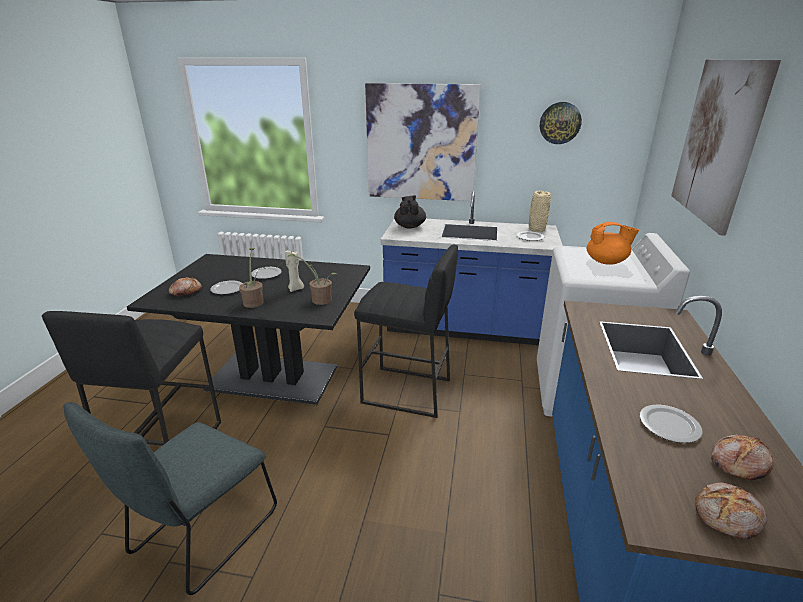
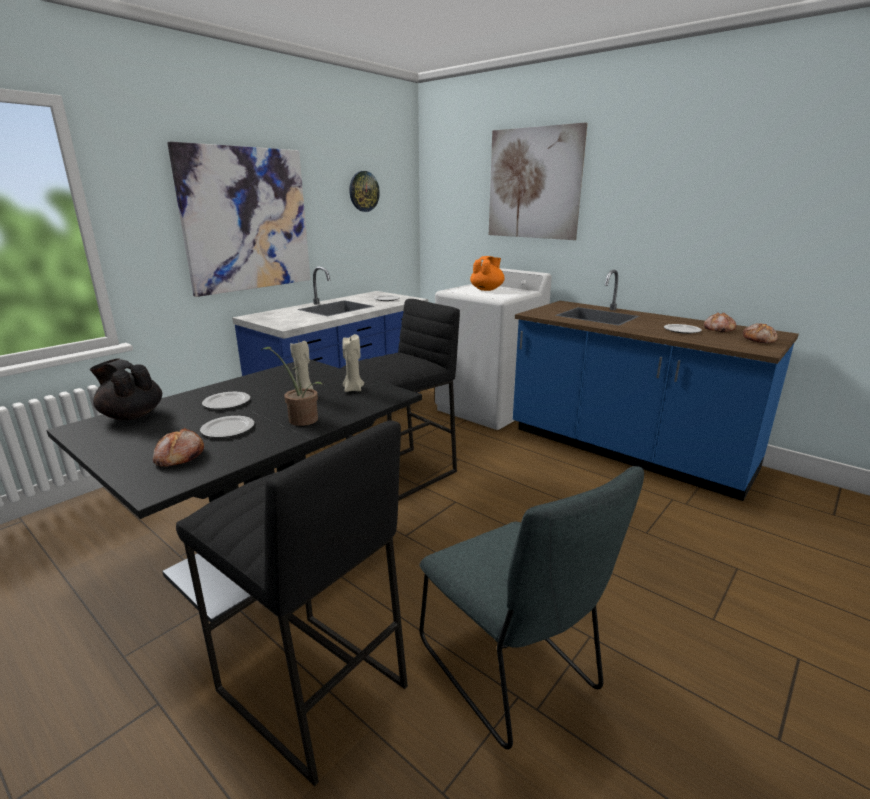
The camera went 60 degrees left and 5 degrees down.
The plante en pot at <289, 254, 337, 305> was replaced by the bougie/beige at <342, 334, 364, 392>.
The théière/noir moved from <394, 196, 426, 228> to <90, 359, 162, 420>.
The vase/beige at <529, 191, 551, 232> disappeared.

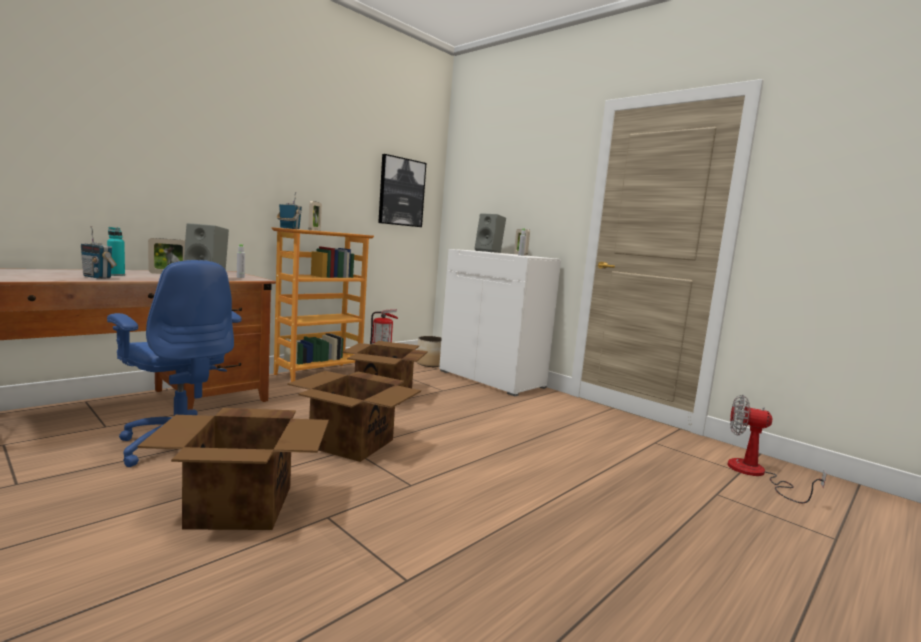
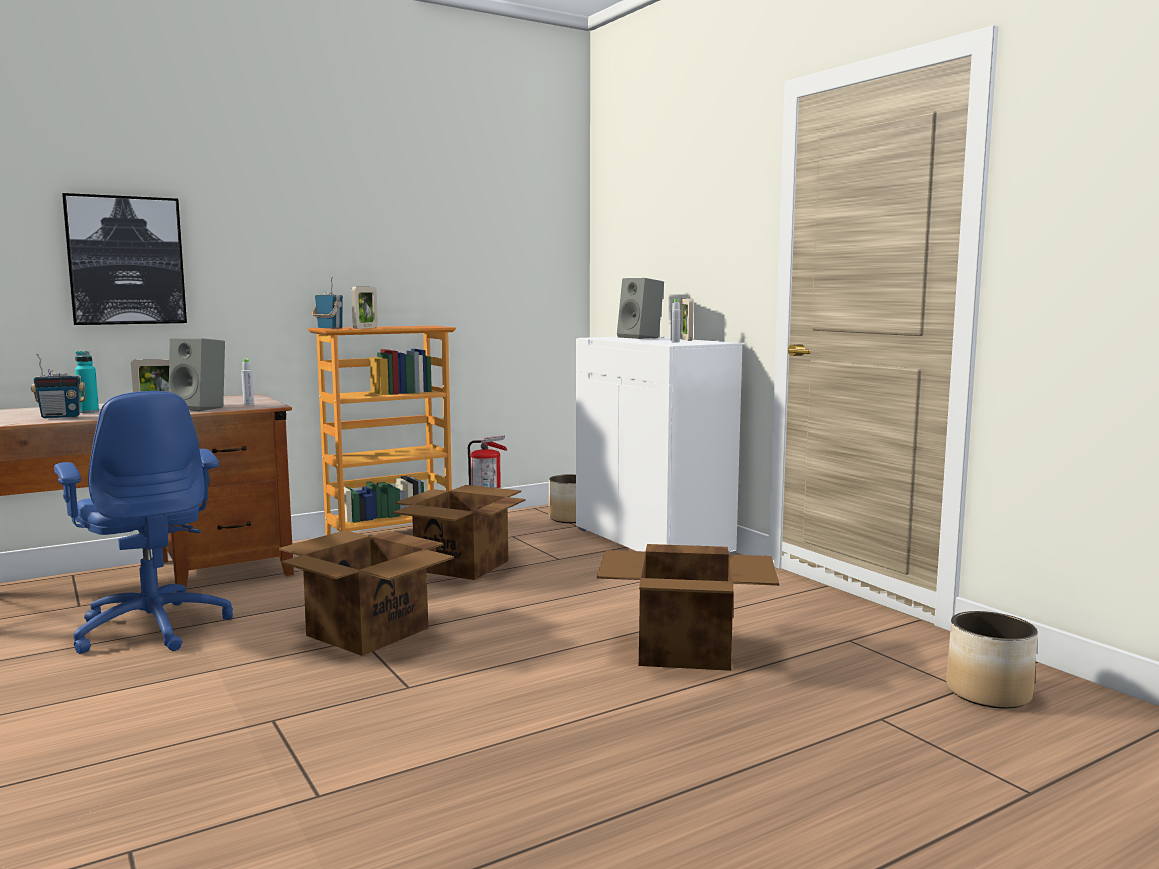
The camera went 15 degrees right and 0 degrees up.
The radio at <81, 226, 117, 279> turned 60 degrees counterclockwise.
The carton moved from <138, 408, 329, 530> to <597, 544, 779, 671>.
The tableau moved from <378, 154, 426, 227> to <62, 193, 187, 325>.
The ventilateur at <728, 395, 827, 503> was replaced by the cache-pot at <946, 611, 1038, 709>.

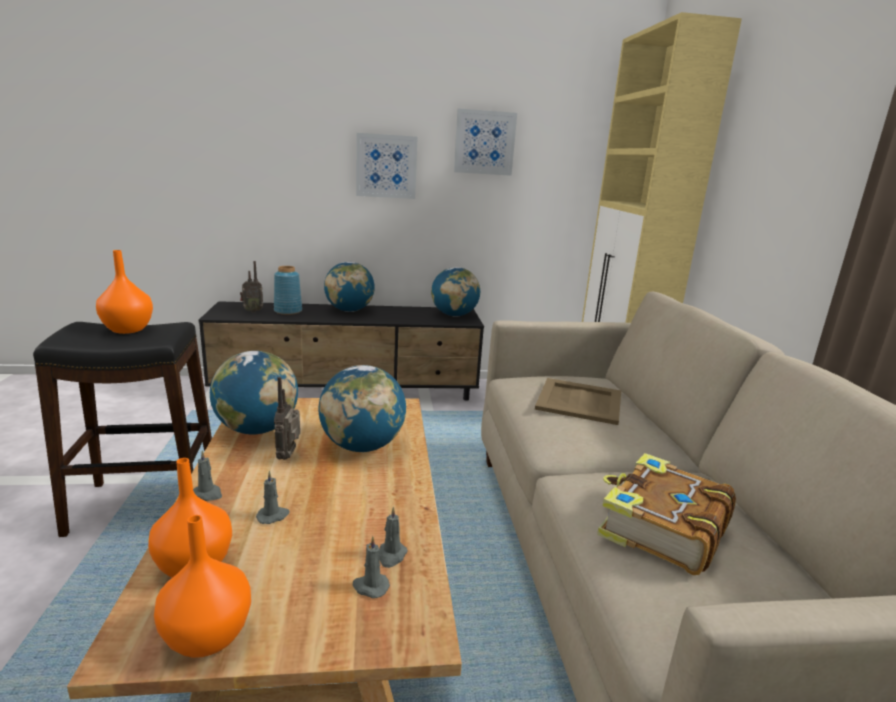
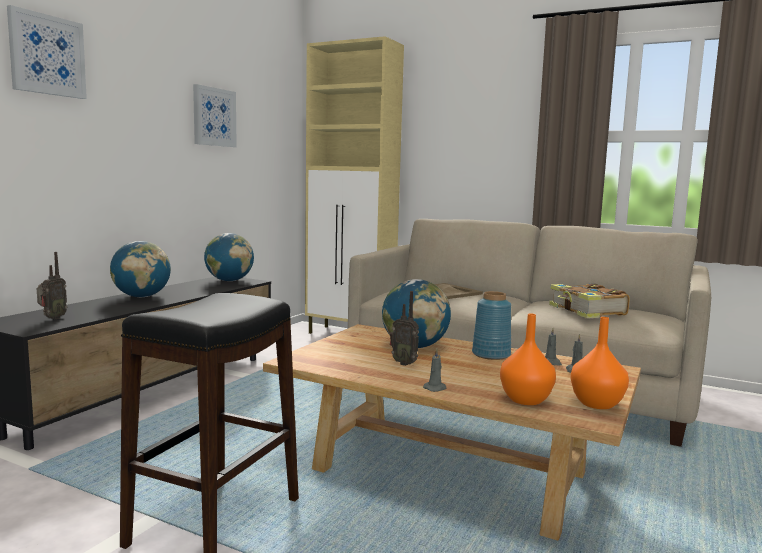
The camera went 55 degrees left and 10 degrees down.
The vase/orange at <96, 250, 153, 334> disappeared.
The globe at <210, 351, 298, 434> disappeared.
The bougie/gris at <256, 471, 290, 524> disappeared.
The vase/bleu moved from <274, 266, 302, 315> to <472, 291, 511, 360>.
The tableau moved from <356, 133, 418, 199> to <7, 5, 87, 99>.

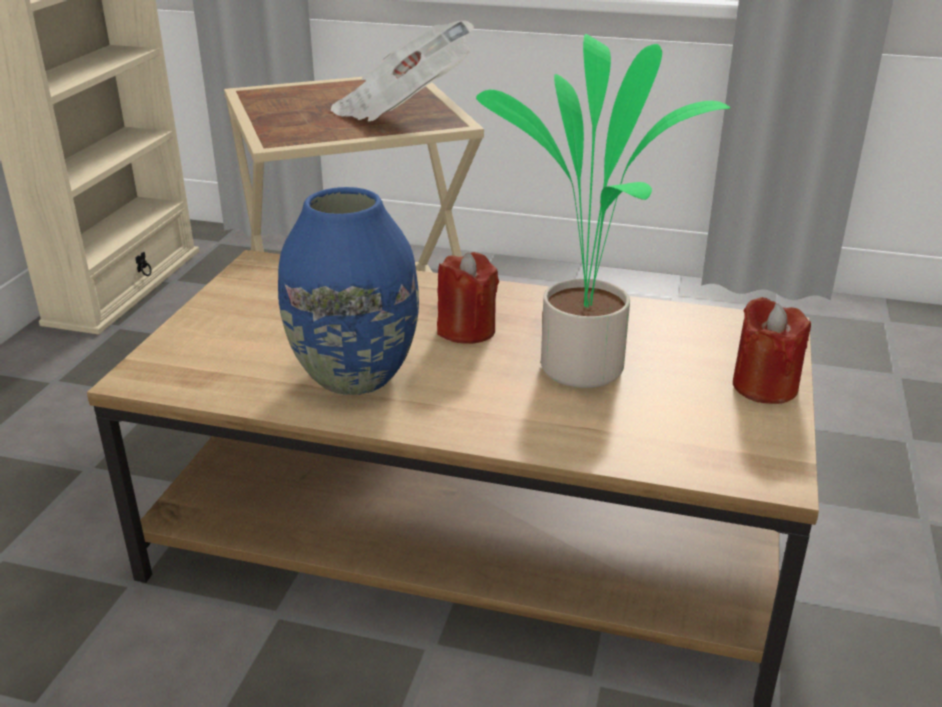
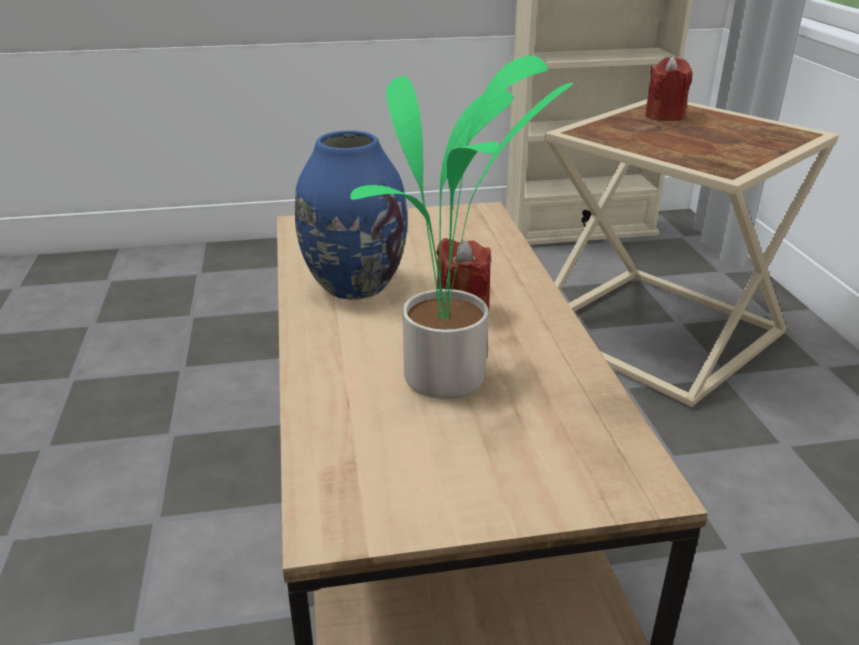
The camera went 65 degrees right and 0 degrees up.
The journal at <331, 21, 475, 122> disappeared.
The bougie/rouge moved from <733, 297, 811, 404> to <645, 56, 693, 121>.

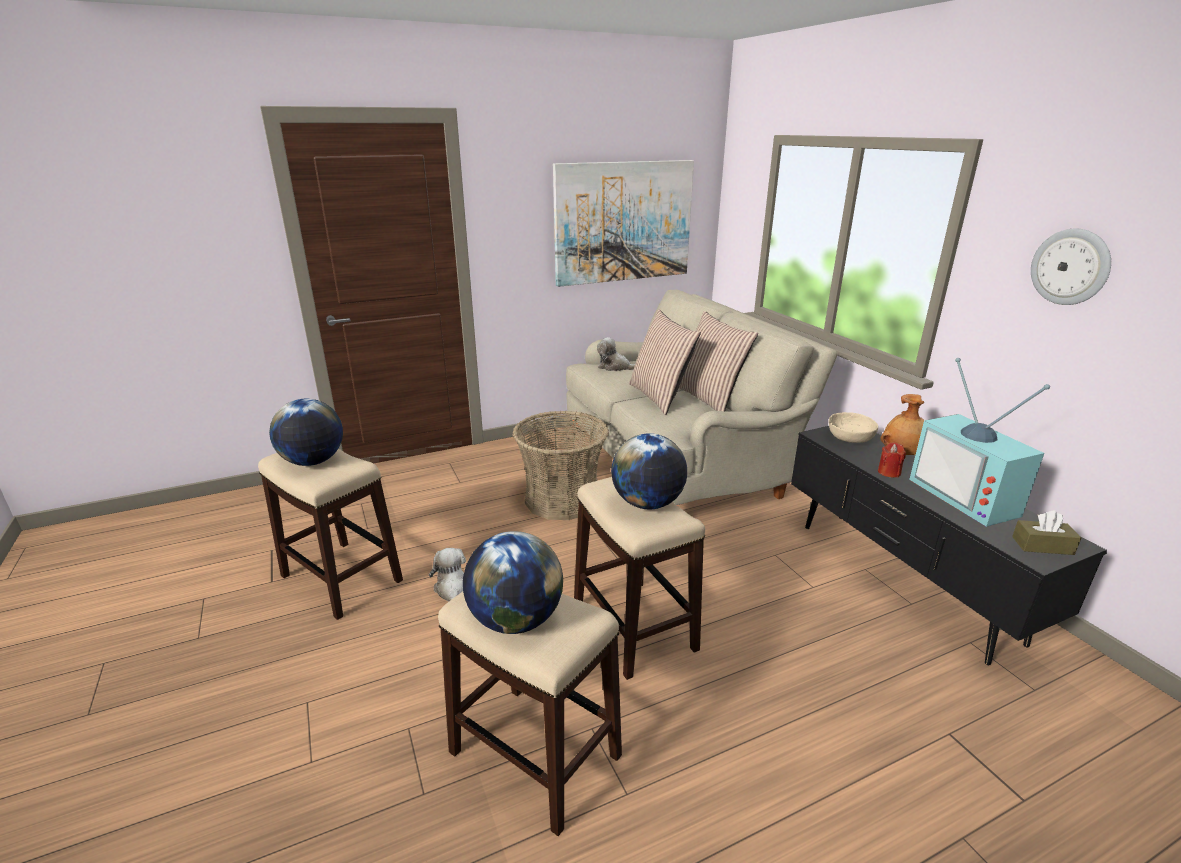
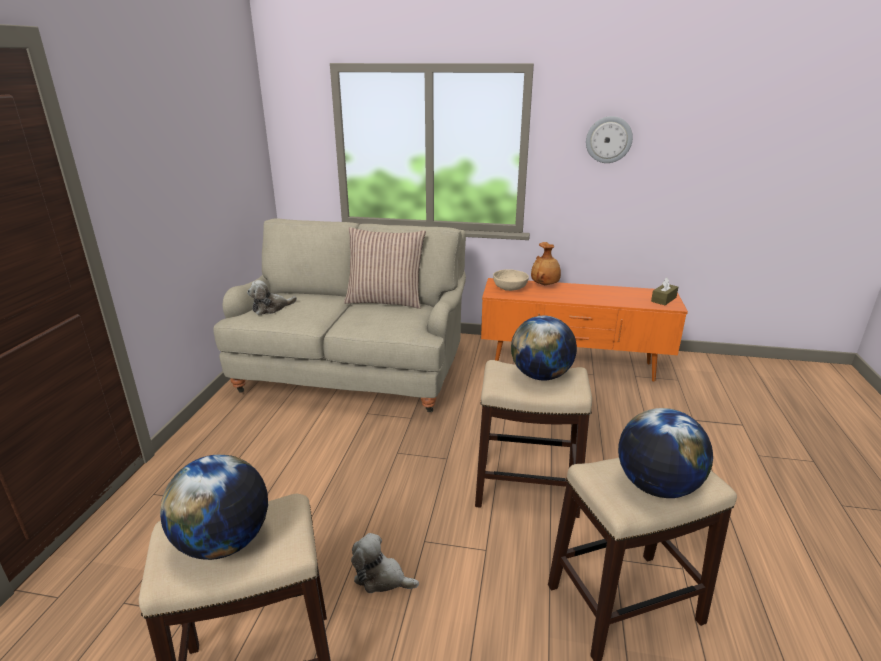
The camera went 55 degrees left and 0 degrees up.
The panier at <513, 411, 609, 520> disappeared.
The tableau at <553, 160, 694, 287> disappeared.
The coussin at <629, 310, 701, 415> disappeared.
The meuble télé/noir at <791, 426, 1107, 665> became the meuble télé/orange at <481, 278, 688, 382>.
The bougie/rouge at <878, 442, 906, 477> disappeared.
The téléviseur at <909, 358, 1050, 527> disappeared.

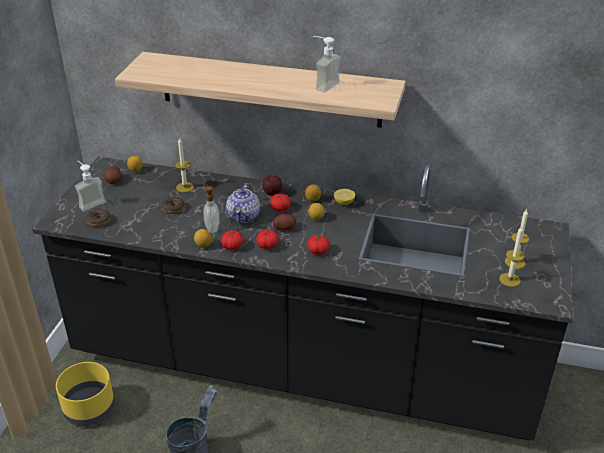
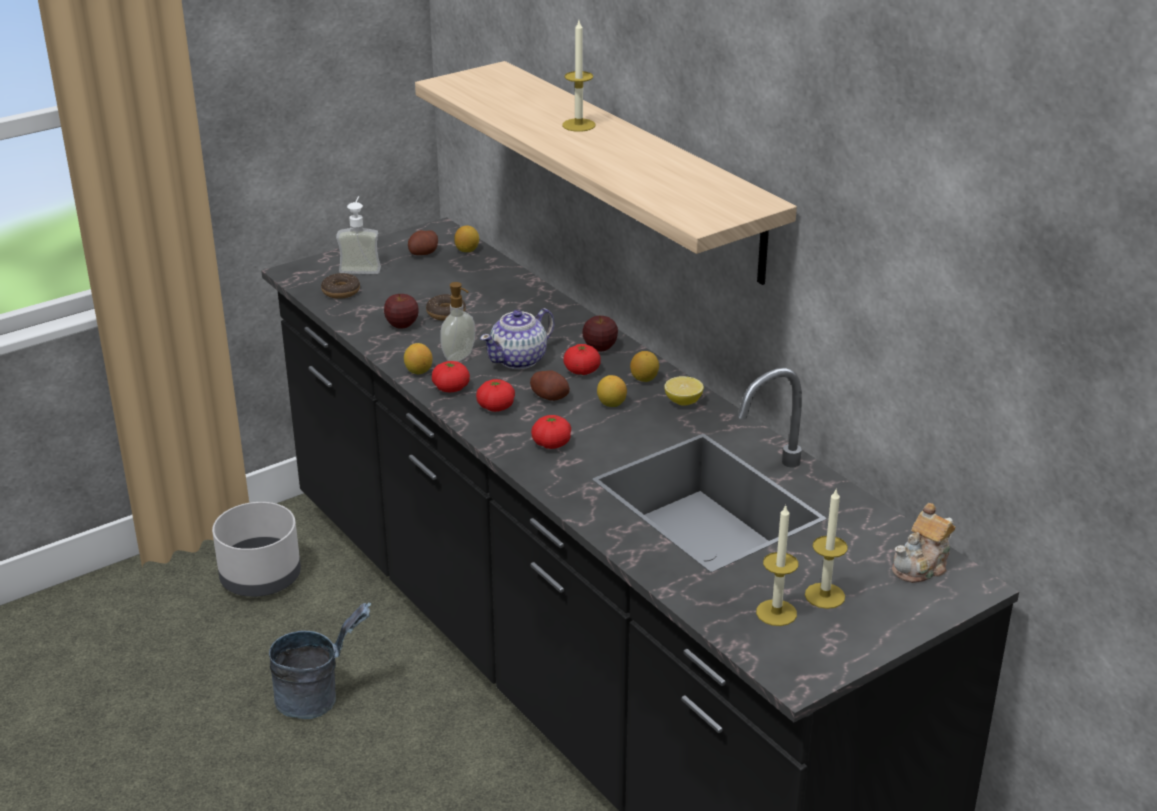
The camera went 40 degrees right and 5 degrees down.
The cache-pot/jaune at <56, 362, 115, 426> became the cache-pot/gris at <212, 502, 301, 597>.
The bougie moved from <175, 137, 194, 192> to <562, 21, 595, 132>.
The distributeur de savon at <313, 36, 340, 92> disappeared.
The pomme at <384, 294, 419, 329> appeared.
The théière at <892, 503, 955, 583> appeared.

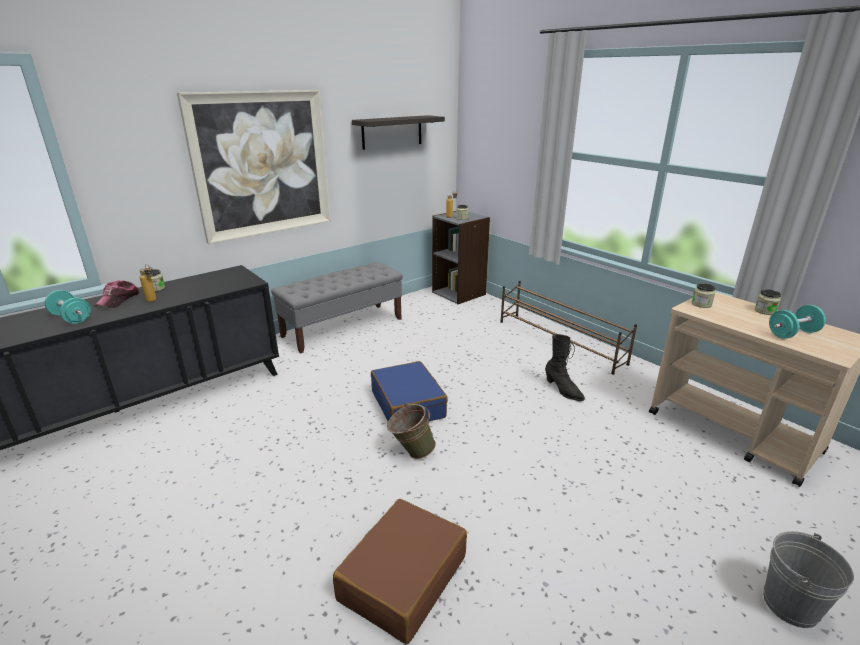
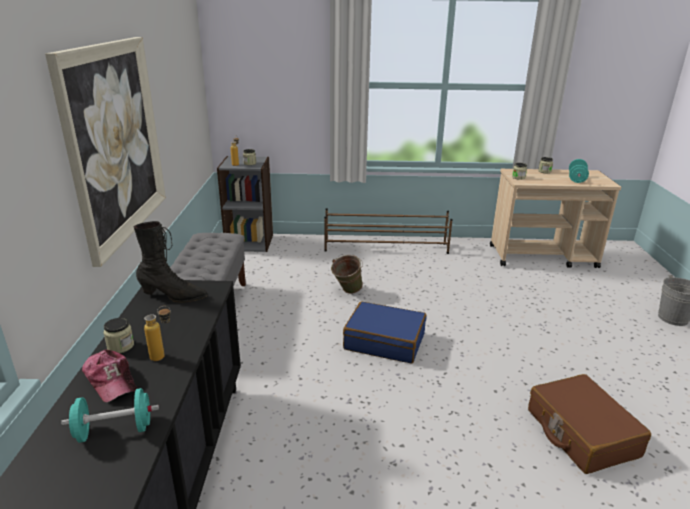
The camera went 50 degrees left and 0 degrees up.
The étagère at <352, 115, 445, 150> disappeared.
The seau/vert moved from <387, 403, 436, 459> to <331, 255, 363, 294>.
The botte/noir moved from <545, 334, 585, 401> to <134, 221, 208, 303>.

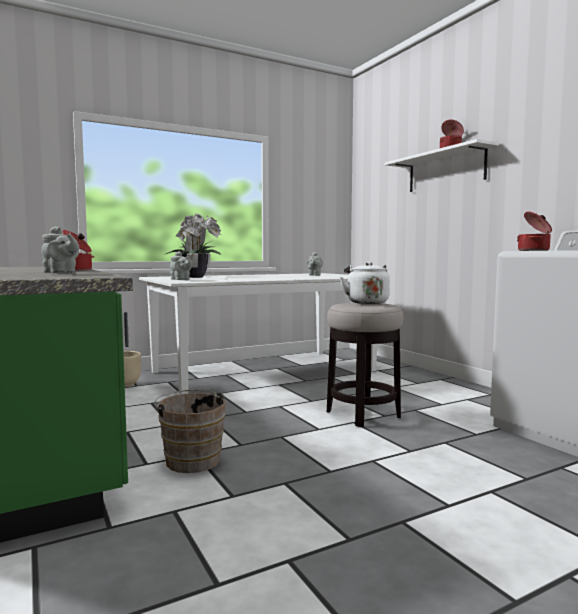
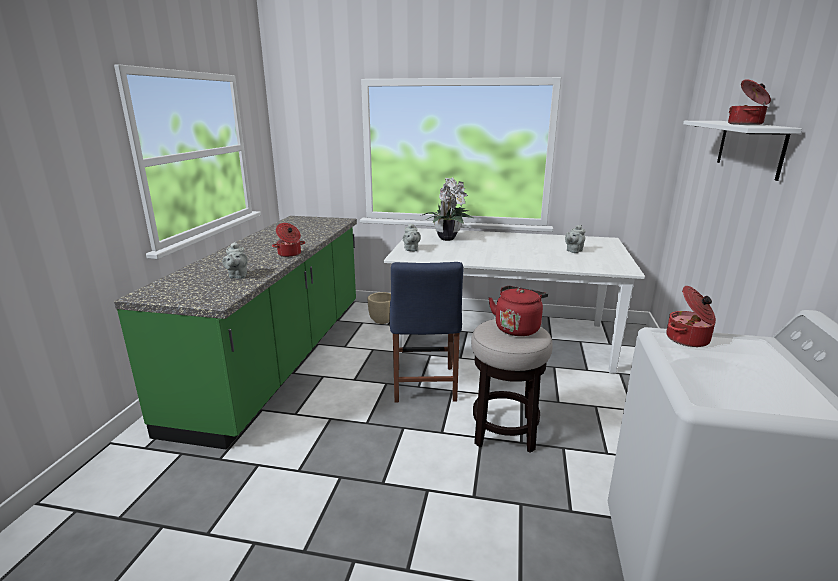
The camera went 40 degrees right and 15 degrees up.
The seau/marron at <155, 390, 226, 473> disappeared.
The bouilloire/blanc at <340, 262, 390, 304> became the bouilloire/rouge at <489, 286, 548, 336>.
The chaise/bleu at <390, 262, 463, 402> appeared.

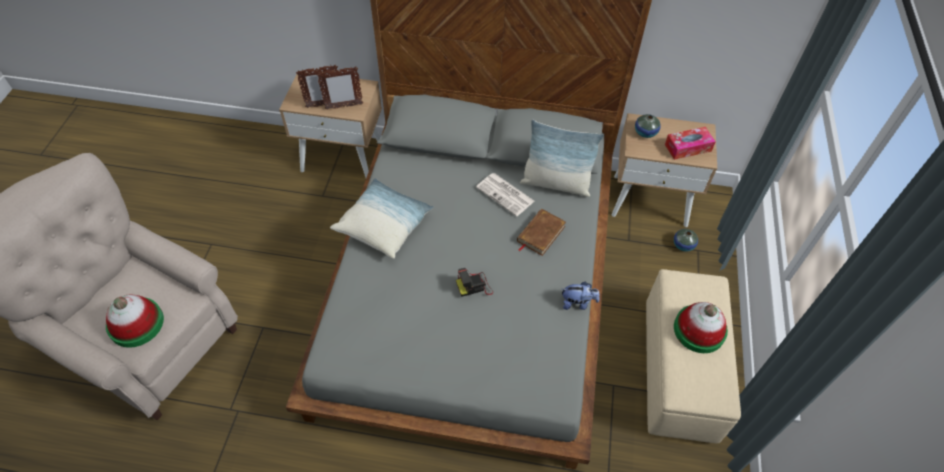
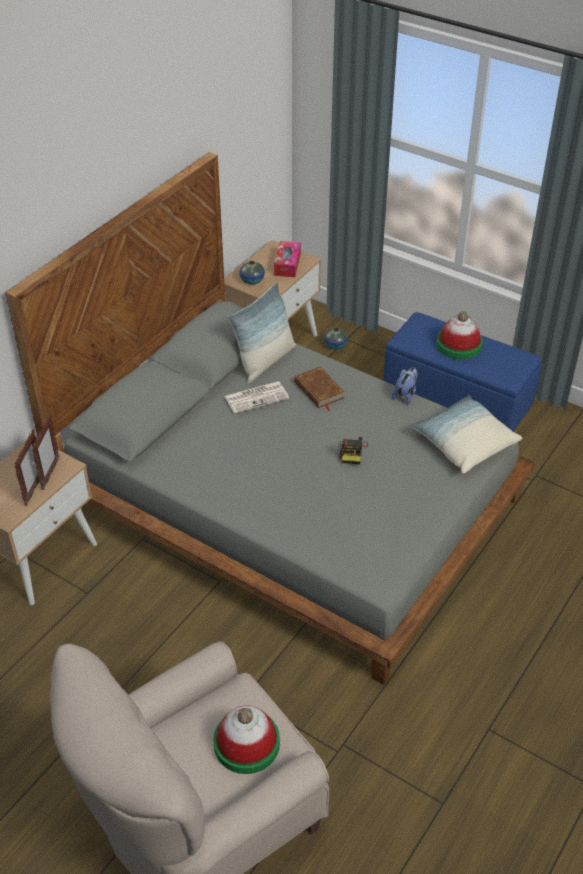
The camera went 65 degrees left and 10 degrees down.
The coussin moved from <330, 178, 434, 259> to <410, 395, 522, 474>.
The pouf/beige at <646, 269, 741, 443> became the pouf/bleu at <383, 312, 542, 432>.

